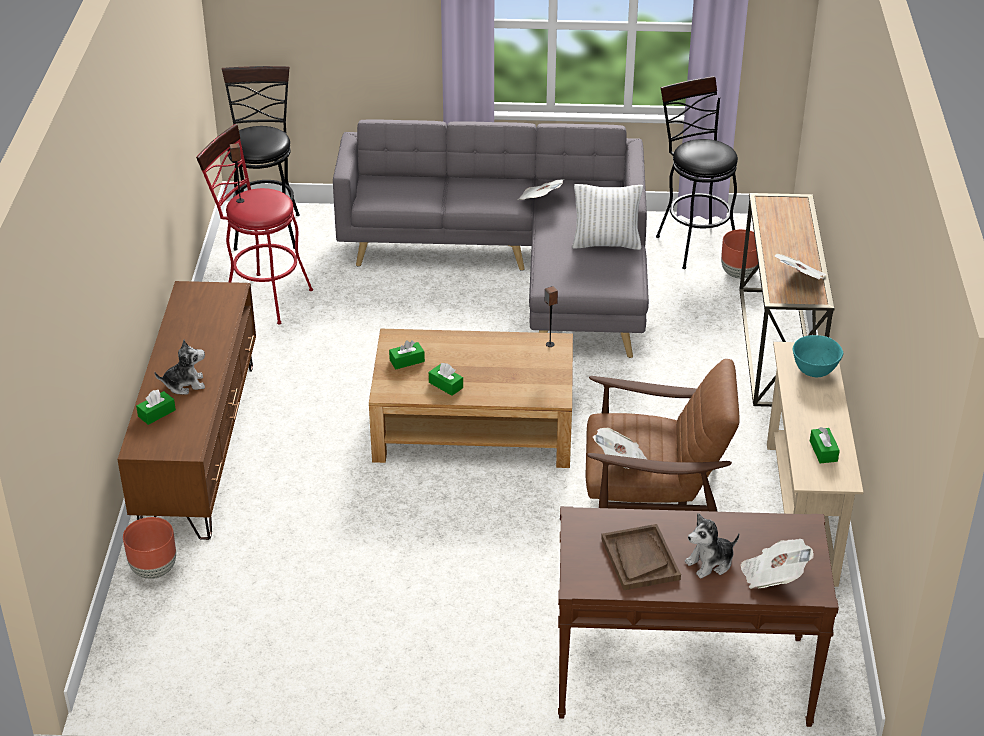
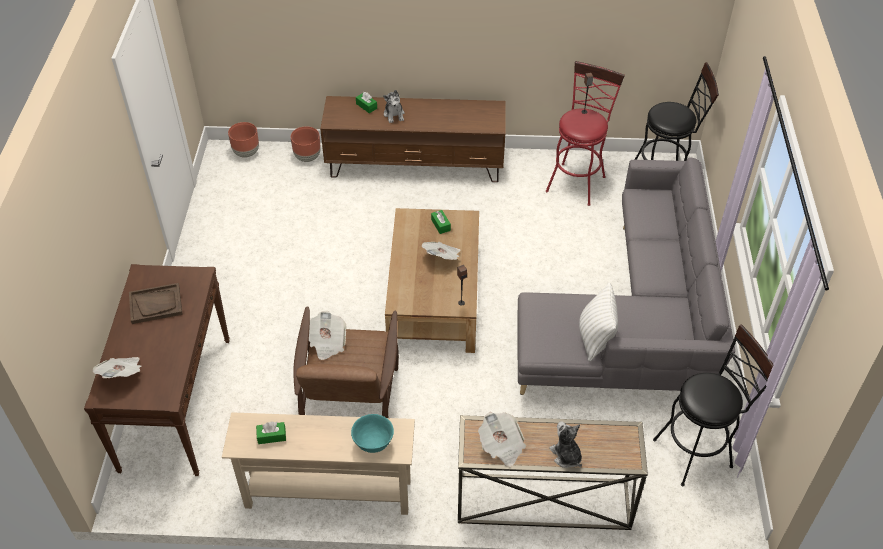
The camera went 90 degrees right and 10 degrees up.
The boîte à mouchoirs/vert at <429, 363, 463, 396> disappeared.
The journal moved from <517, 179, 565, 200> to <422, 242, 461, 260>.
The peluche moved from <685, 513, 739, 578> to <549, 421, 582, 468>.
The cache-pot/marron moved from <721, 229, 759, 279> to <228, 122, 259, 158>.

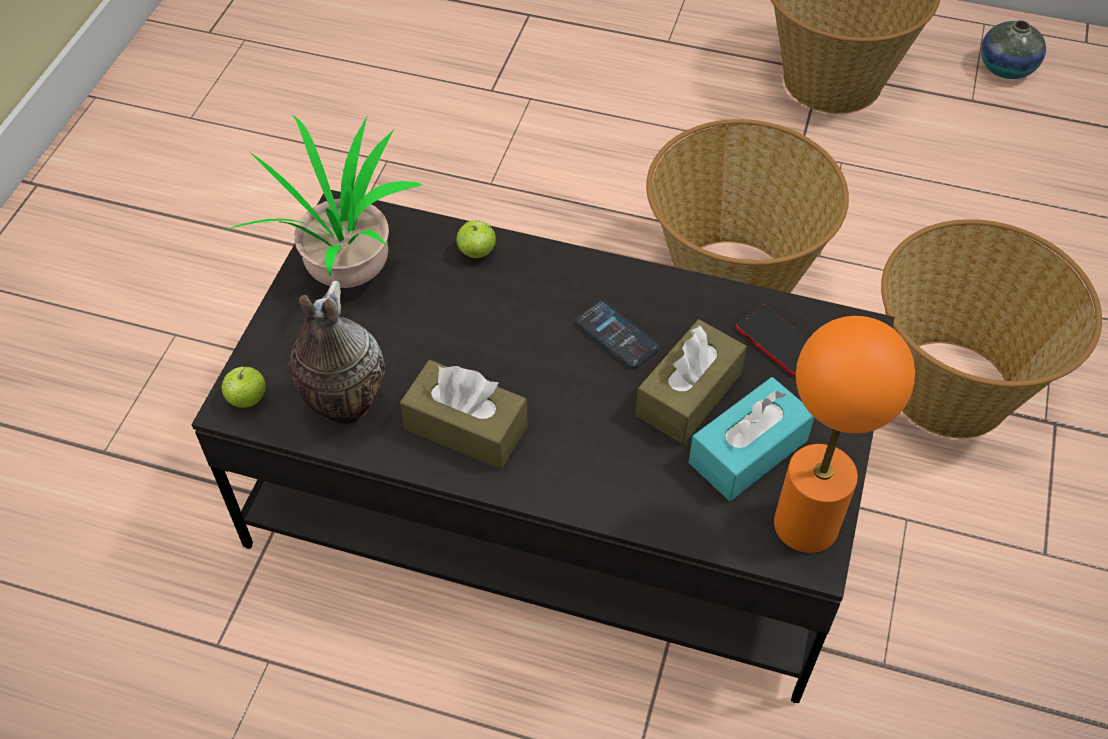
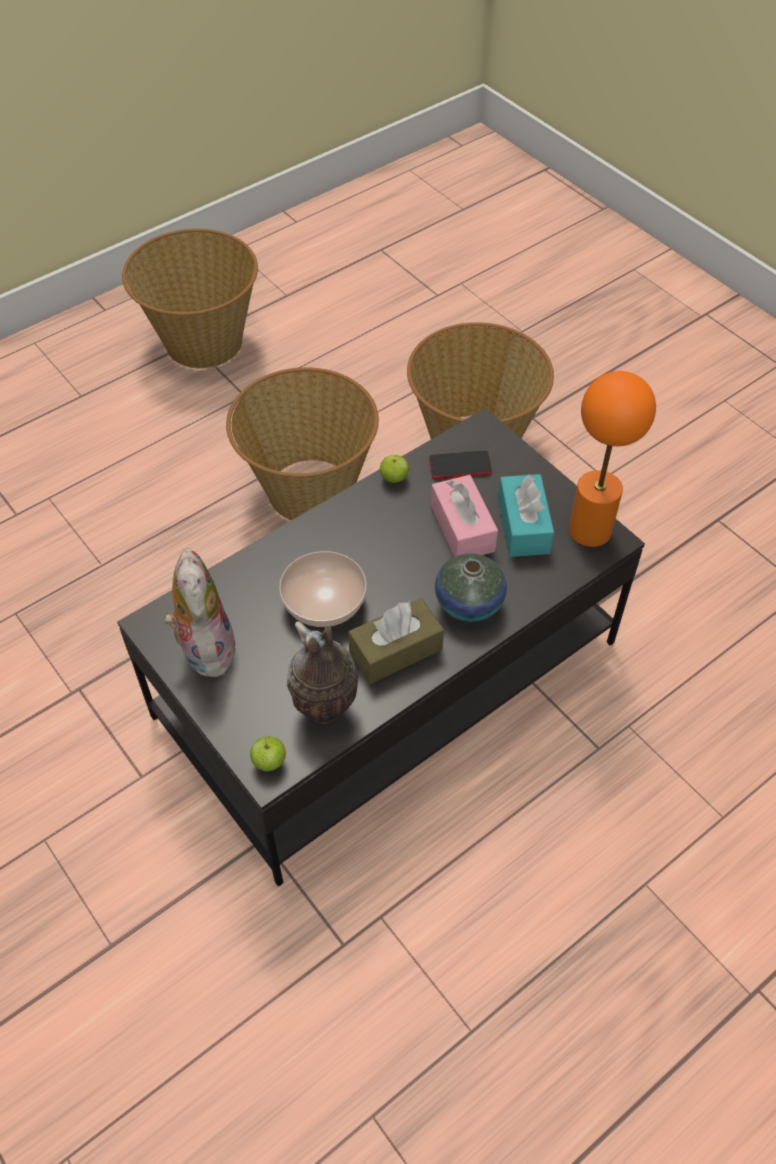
The camera went 55 degrees left and 0 degrees up.
The plante en pot at <225, 115, 422, 288> was replaced by the peluche at <164, 548, 239, 677>.
The pomme moved from <456, 220, 496, 258> to <380, 455, 409, 483>.
The téléphone at <575, 300, 660, 369> disappeared.
The boîte à mouchoirs/marron at <636, 319, 747, 444> became the boîte à mouchoirs/rose at <431, 475, 498, 557>.
The vase moved from <981, 20, 1046, 79> to <435, 553, 507, 622>.
The bol at <279, 551, 367, 627> appeared.

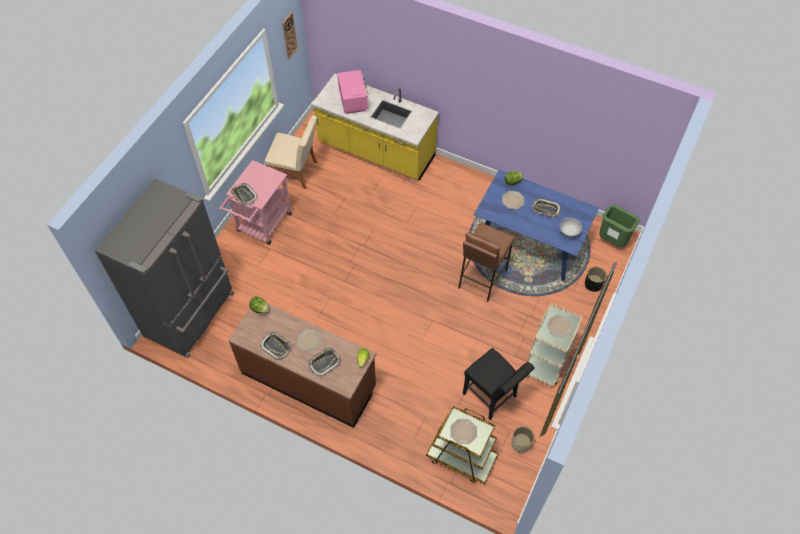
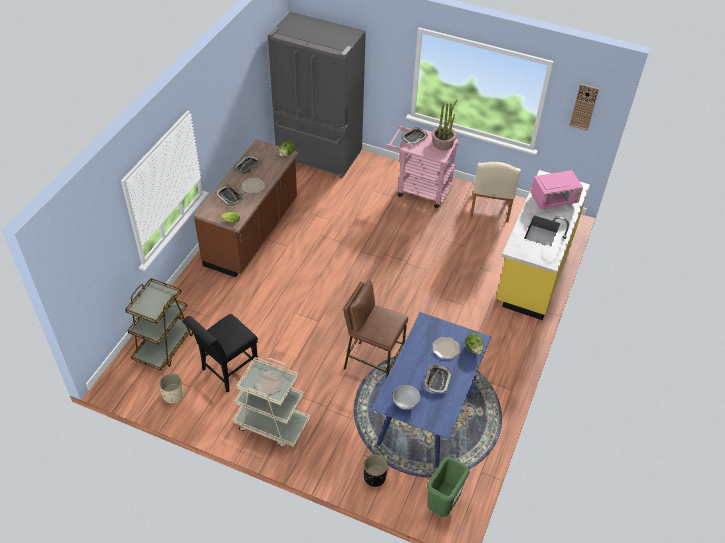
The camera went 85 degrees right and 10 degrees down.
The assiette at <450, 419, 477, 444> disappeared.
The plante en pot at <431, 100, 457, 150> appeared.

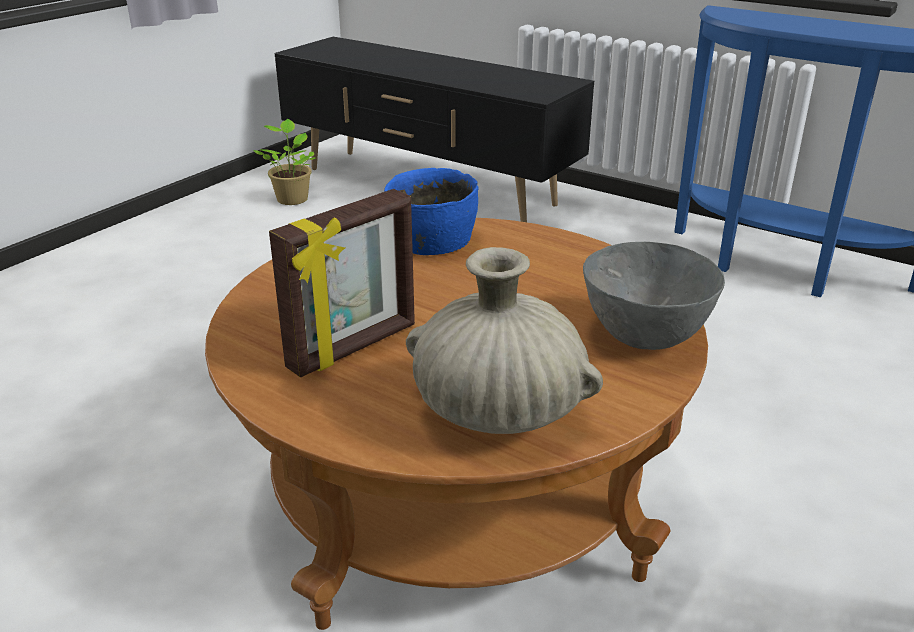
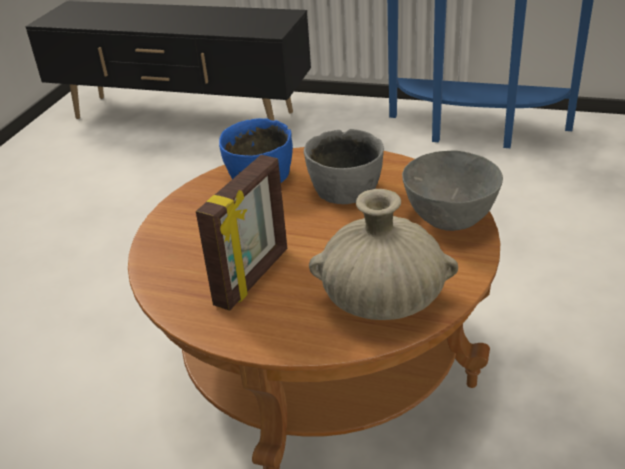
The camera went 15 degrees left and 5 degrees up.
The plante en pot at <253, 119, 316, 205> disappeared.
The bol/gris at <304, 129, 384, 204> appeared.

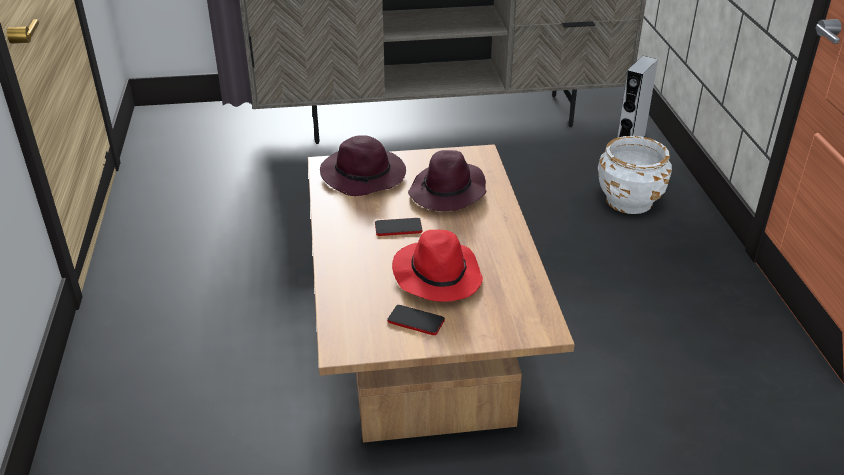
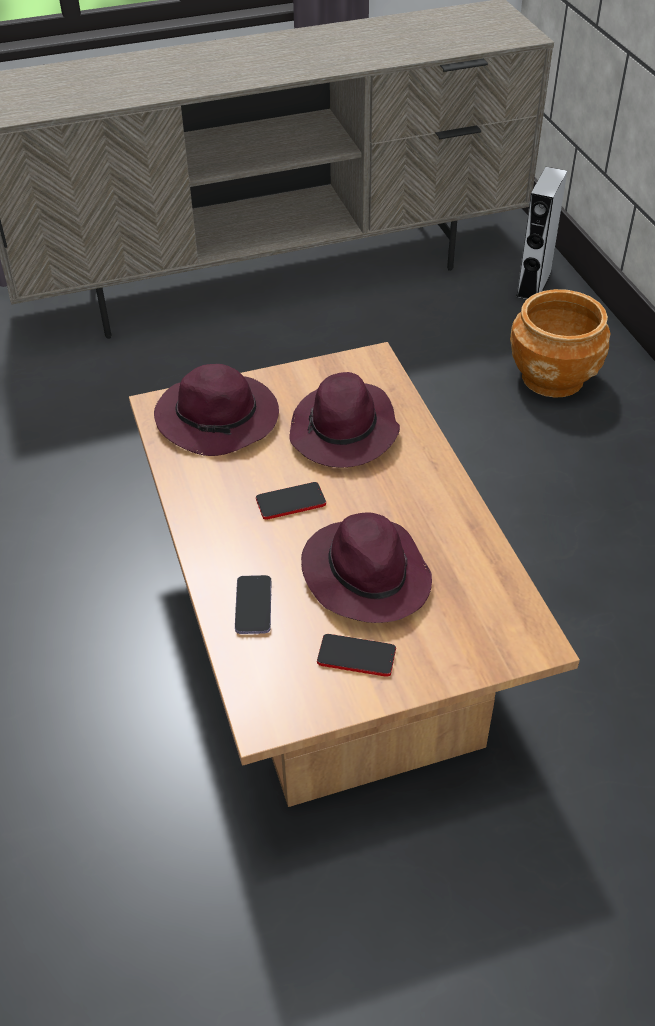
The camera went 10 degrees left and 10 degrees up.
The chapeau/rouge at <392, 230, 483, 302> became the chapeau/violet at <301, 512, 432, 623>.
The cache-pot/blanc at <598, 136, 672, 214> became the cache-pot/marron at <510, 289, 611, 398>.
The téléphone at <235, 575, 271, 634> appeared.

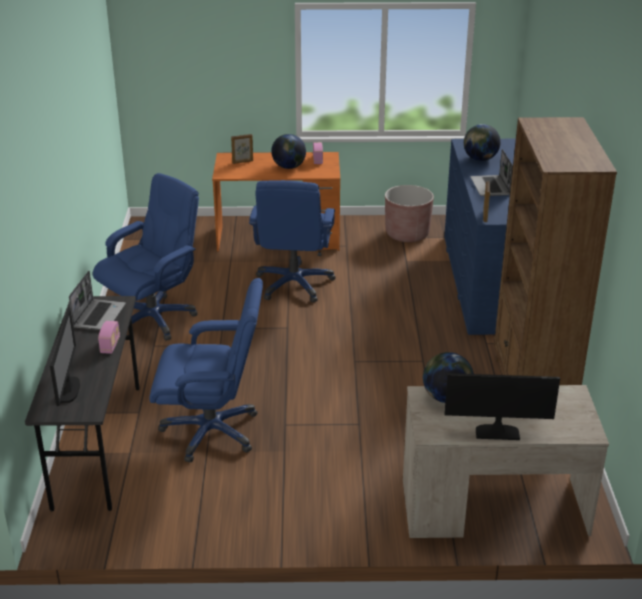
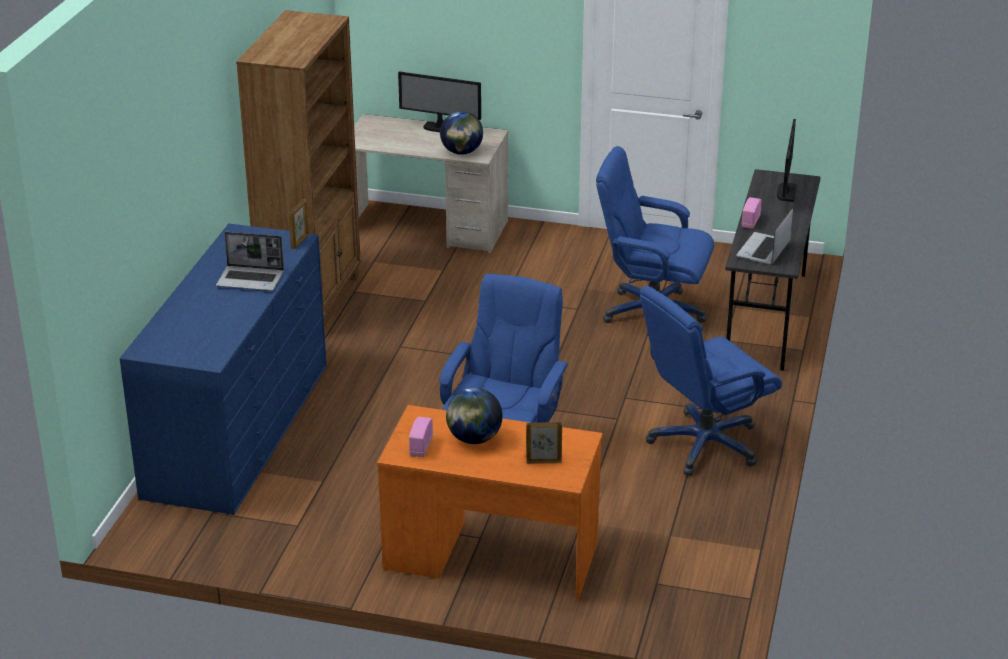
The camera went 165 degrees left and 0 degrees up.
The cache-pot/marron at <385, 185, 434, 242> disappeared.
The globe at <464, 124, 501, 161> disappeared.
The ordinateur portable at <470, 149, 513, 196> turned 90 degrees clockwise.

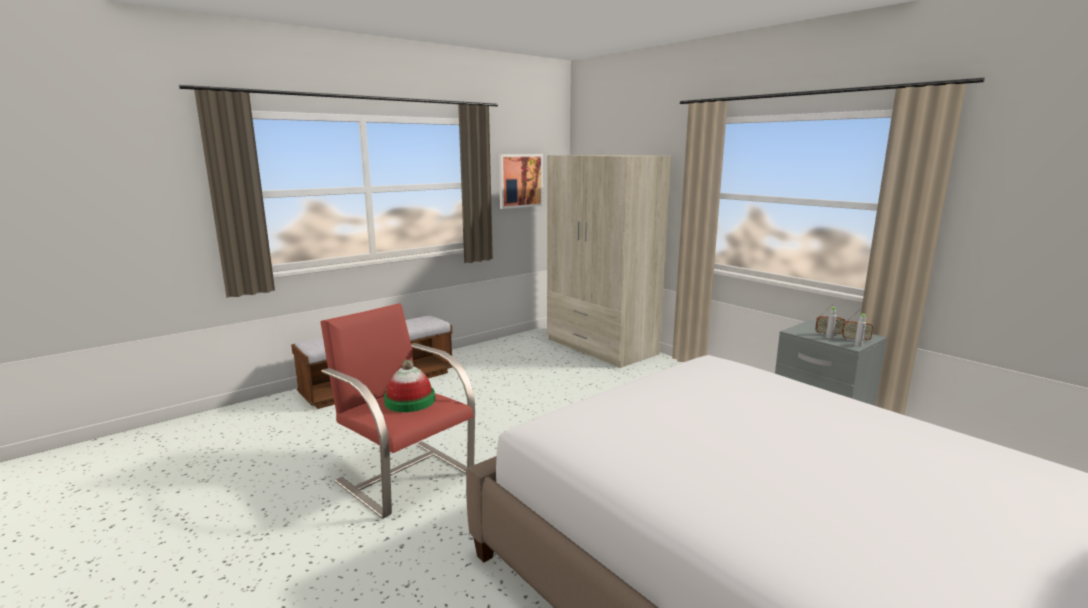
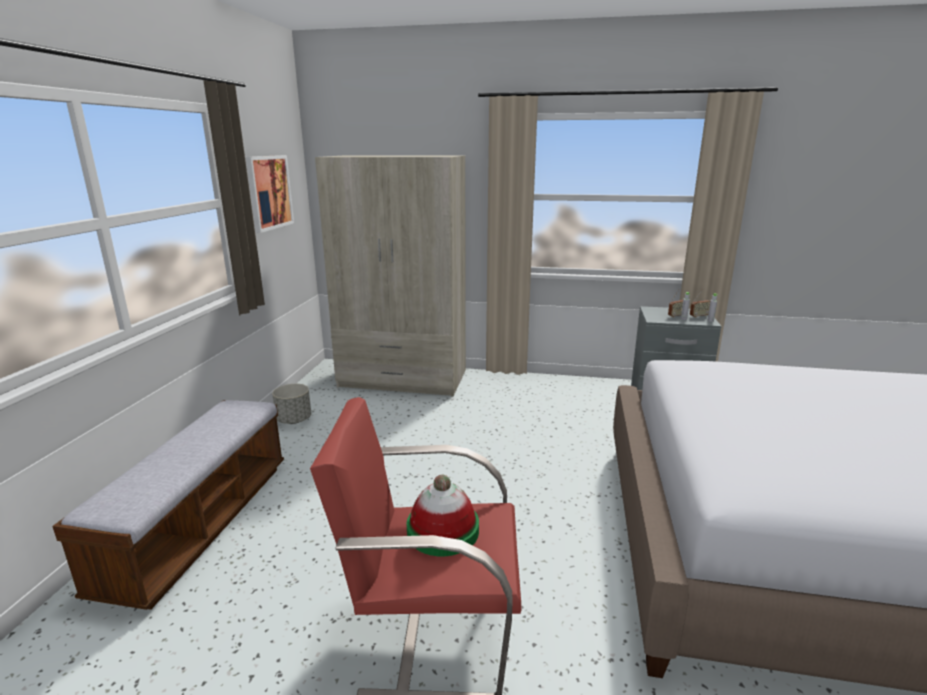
The camera went 40 degrees left and 5 degrees up.
The cache-pot/gris at <272, 384, 311, 424> appeared.

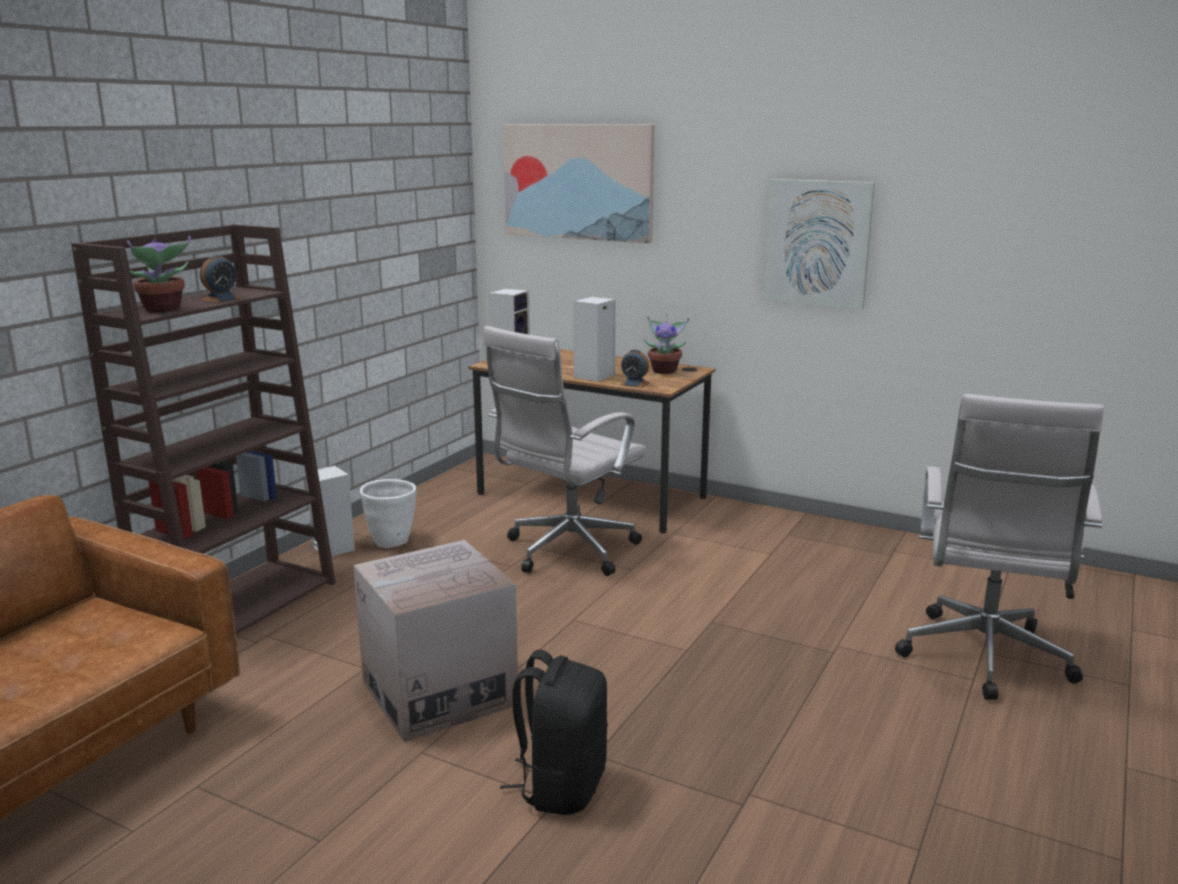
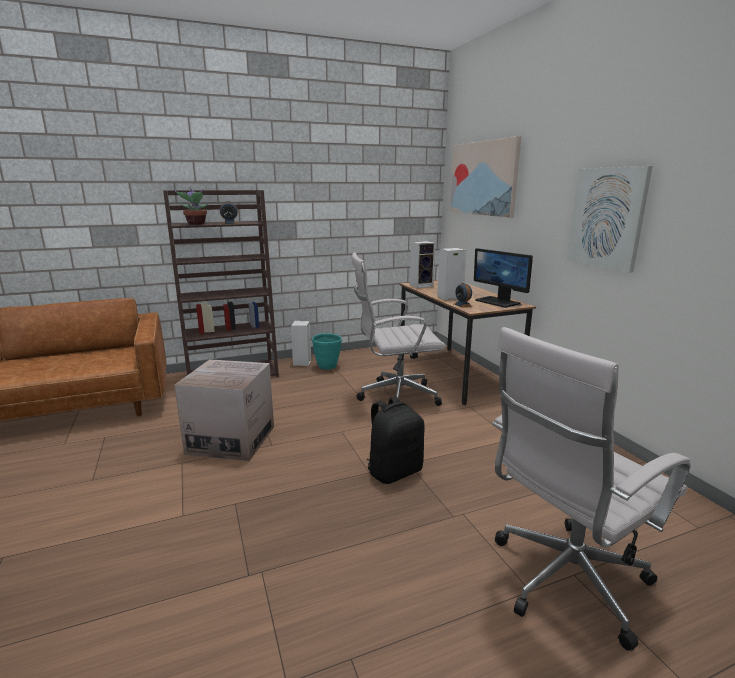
The camera went 40 degrees right and 0 degrees up.
The cache-pot/blanc at <360, 479, 416, 548> became the cache-pot/turquoise at <312, 333, 342, 369>.
The sac à dos/noir moved from <500, 650, 608, 815> to <367, 397, 425, 484>.
The plante en pot at <643, 314, 689, 374> was replaced by the écran d'ordinateur at <474, 248, 533, 308>.

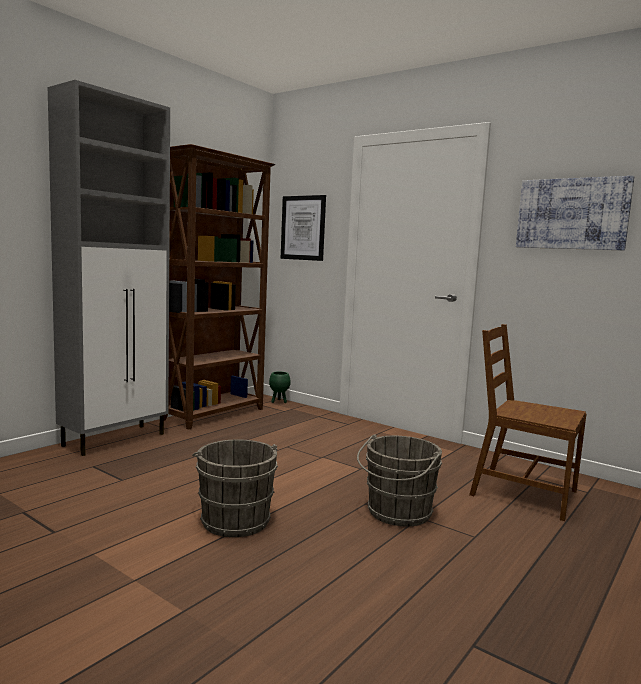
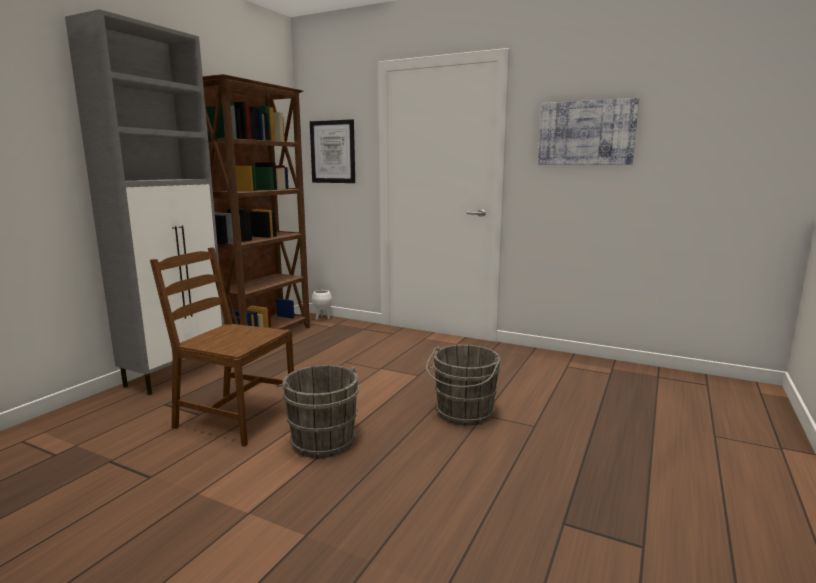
The camera went 10 degrees left and 5 degrees up.
The cache-pot/vert at <269, 371, 291, 403> became the cache-pot/blanc at <312, 290, 332, 320>.
The chaise/marron moved from <469, 324, 587, 521> to <150, 248, 294, 447>.

